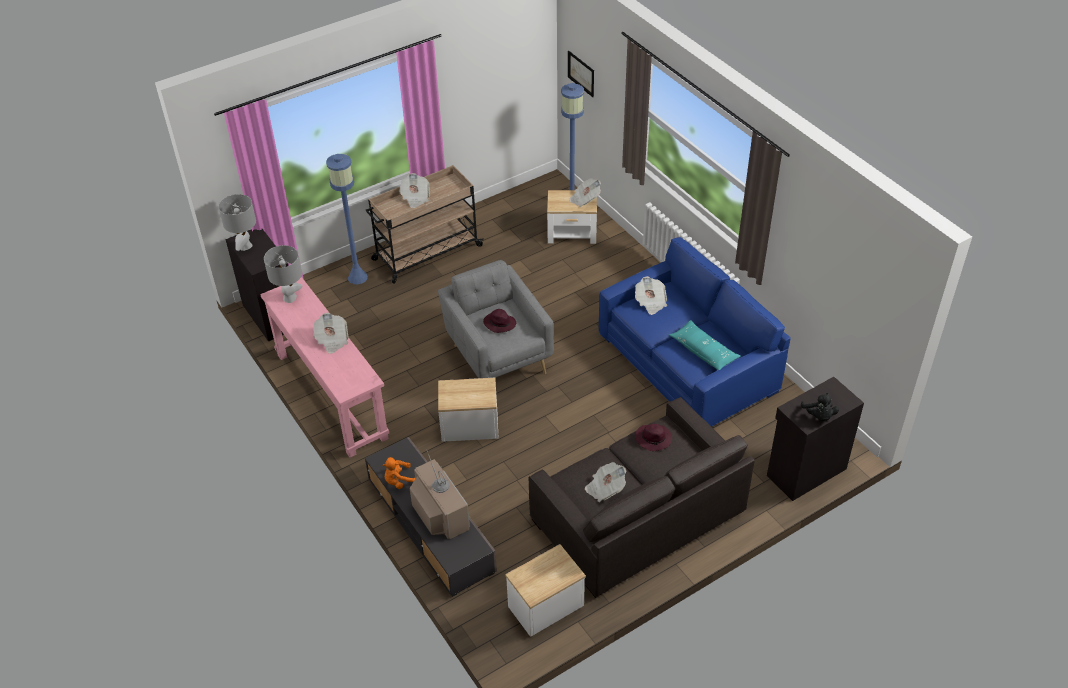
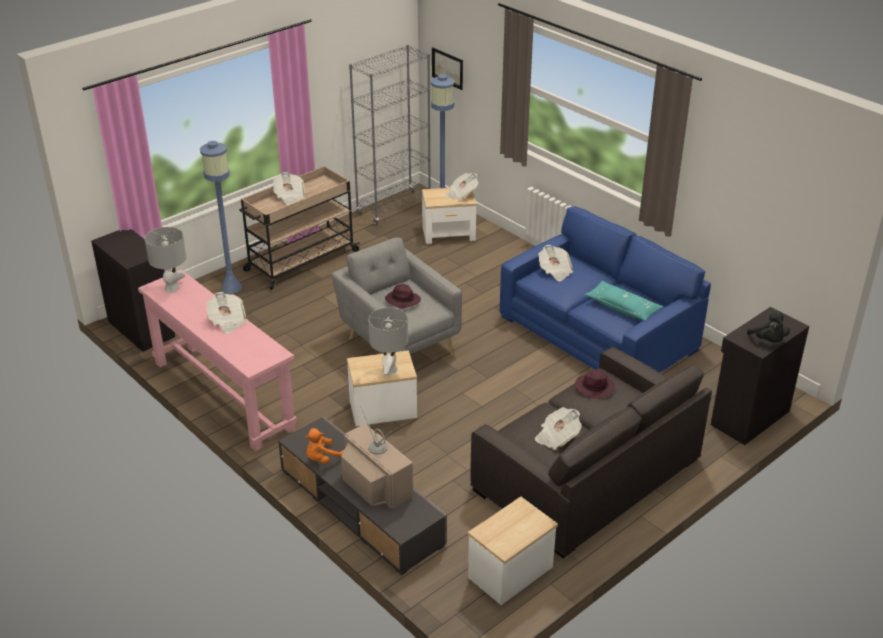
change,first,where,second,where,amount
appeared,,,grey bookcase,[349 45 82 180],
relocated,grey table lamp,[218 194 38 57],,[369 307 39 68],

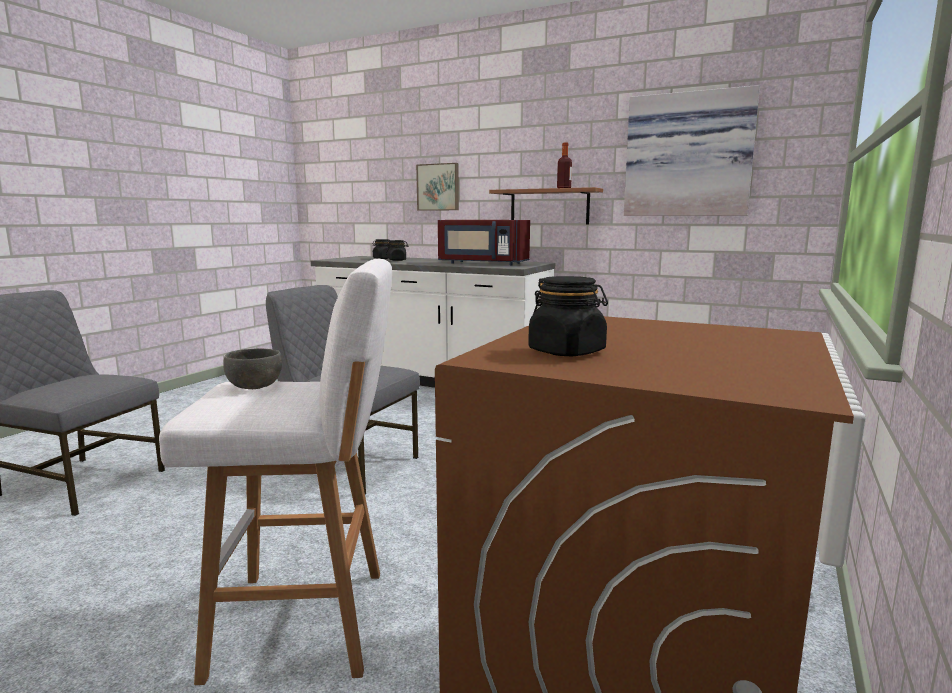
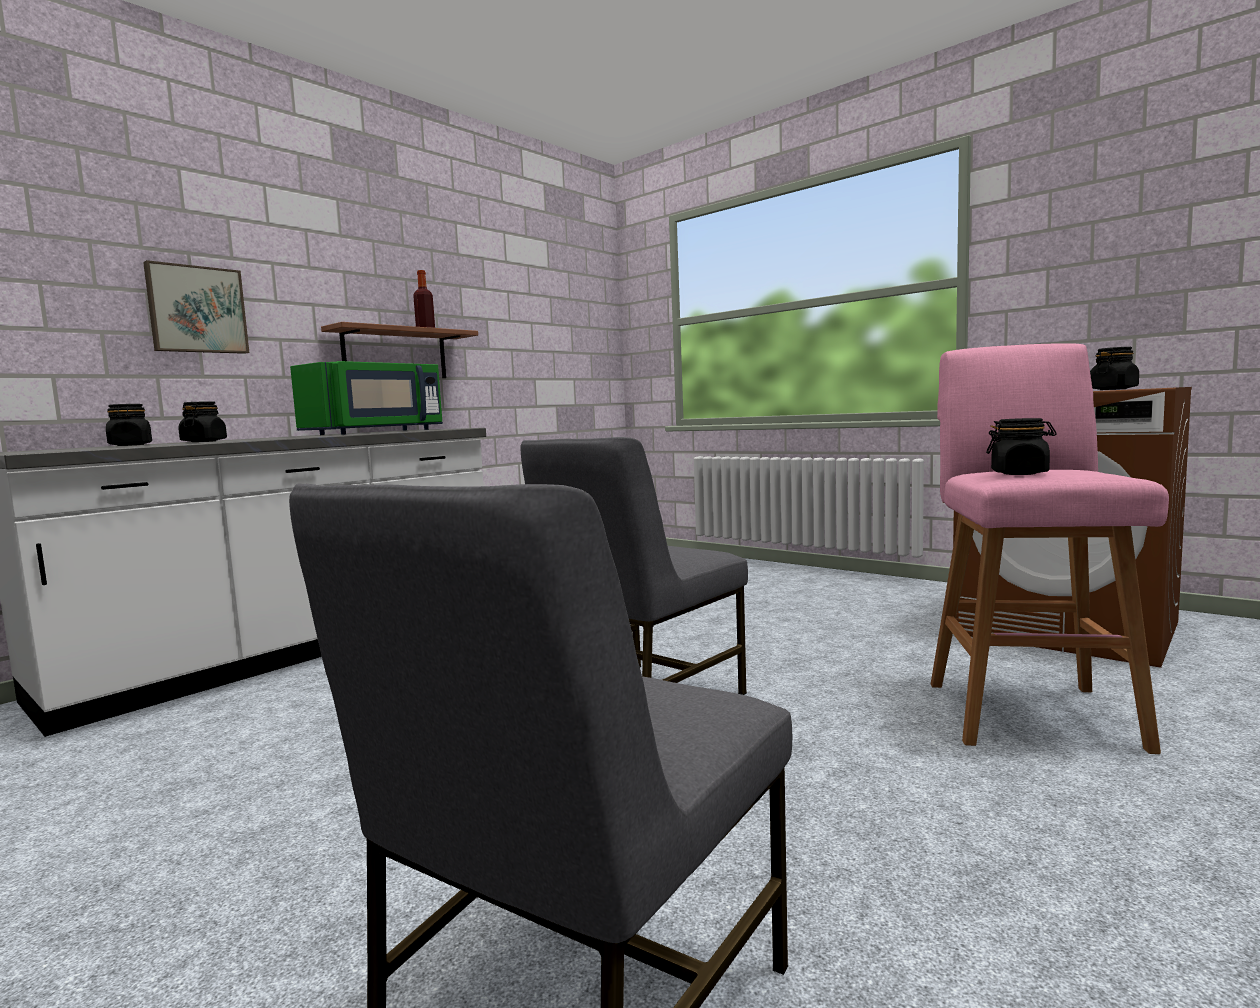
change,first,where,second,where,amount
colour,red microwave,[438 220 92 45],green microwave,[290 361 153 74],
colour,white stool,[159 259 233 426],pink stool,[931 343 238 411],
exchanged,grey bowl,[223 348 59 41],black jar,[986 418 71 57],
missing,picture,[624 85 136 131],,,

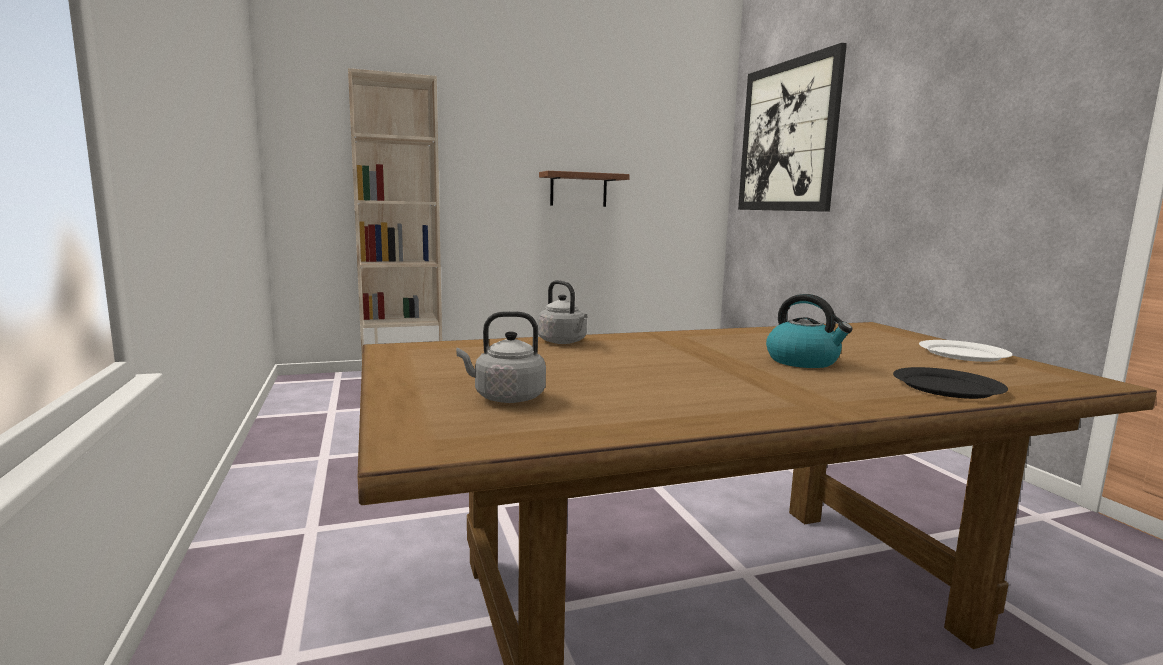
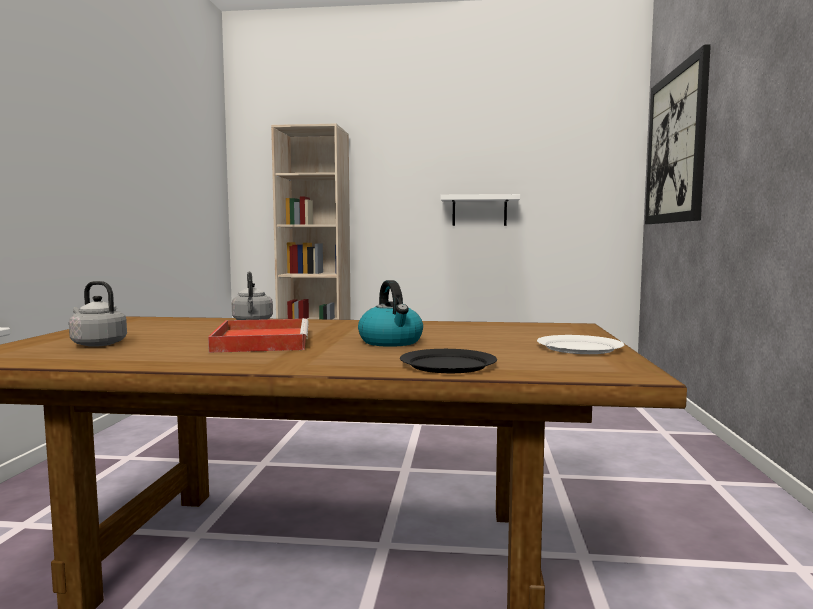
change,first,where,second,where,amount
appeared,,,red tray,[208 318 101 35],
colour,brown shelf,[539 171 91 36],white shelf,[441 194 80 32],

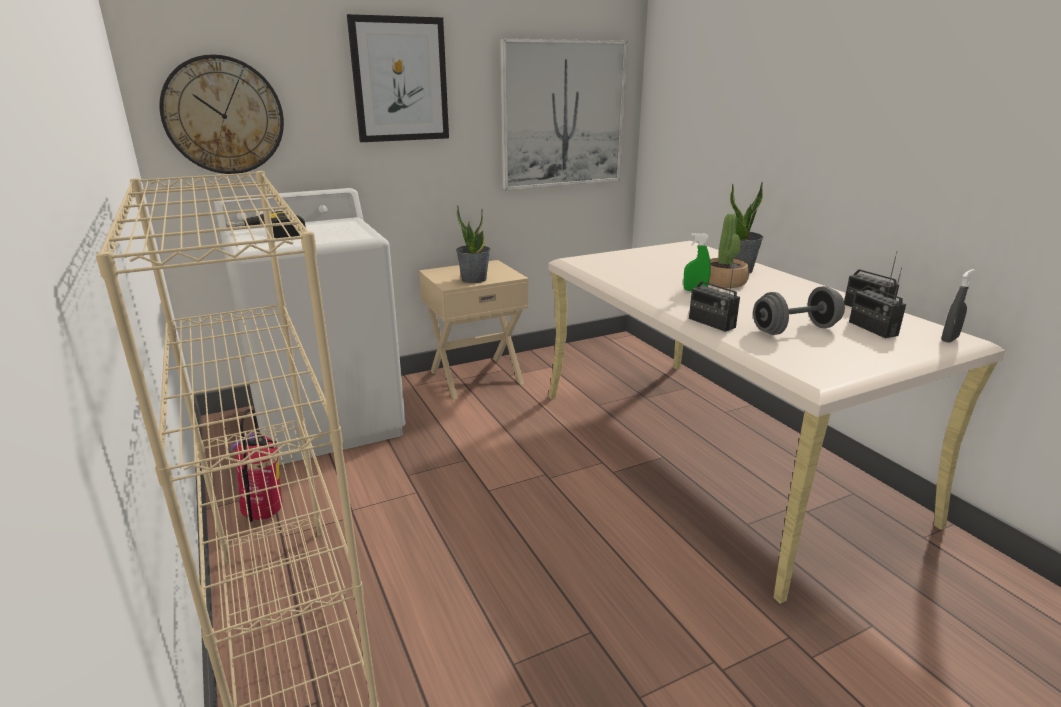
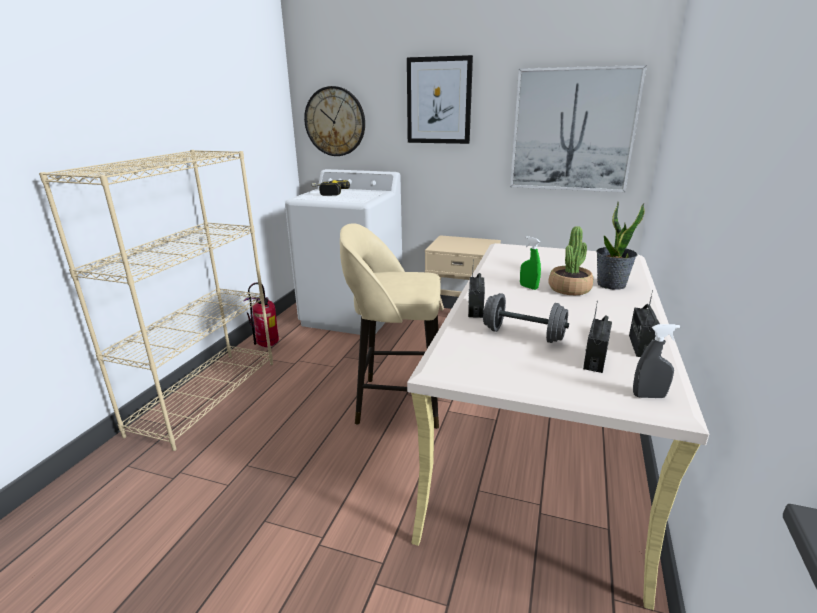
change,first,where,second,where,amount
appeared,,,beige stool,[340 223 101 206],
missing,potted plant,[456 205 34 78],,,

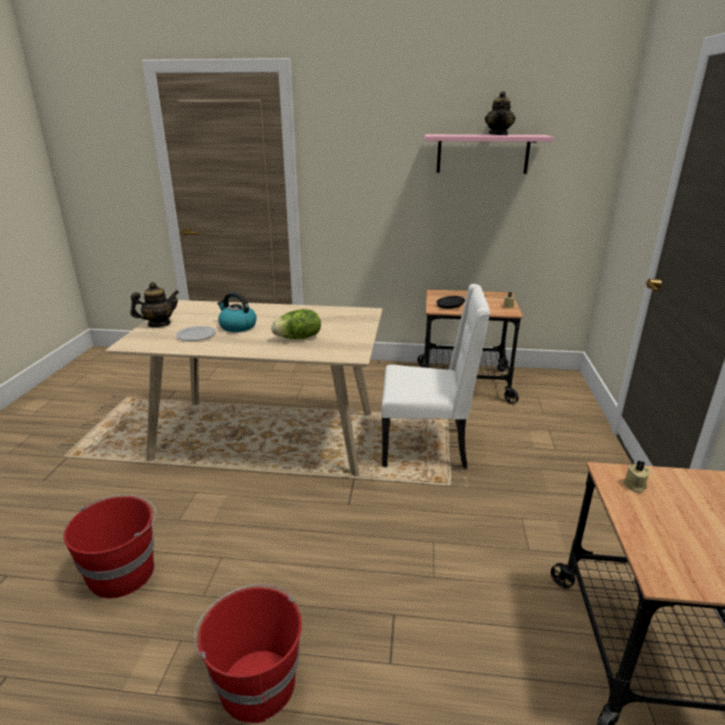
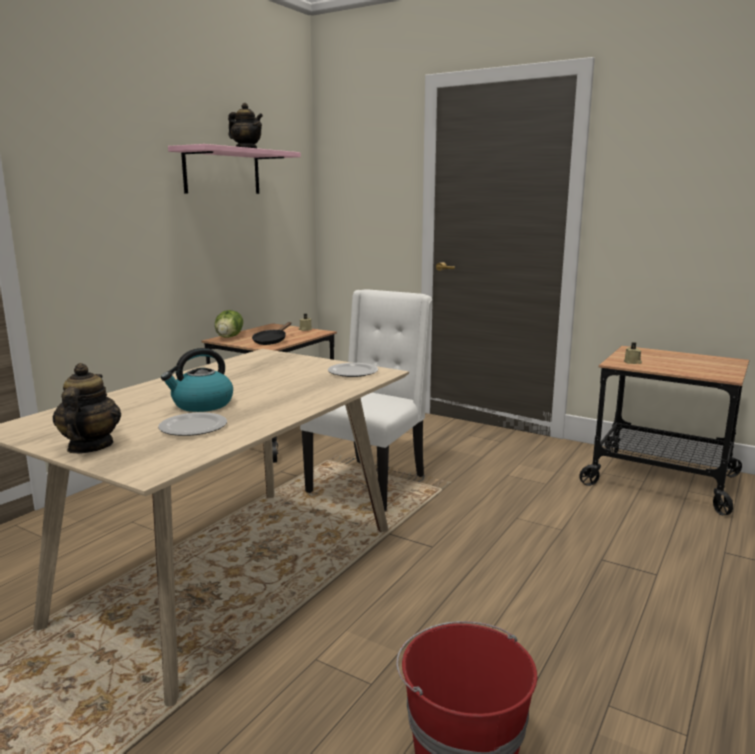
change,first,where,second,where,amount
relocated,lettuce,[271 309 50 30],,[215 310 28 28],
appeared,,,plate,[328 363 50 14],
missing,red bucket,[194 584 108 139],,,

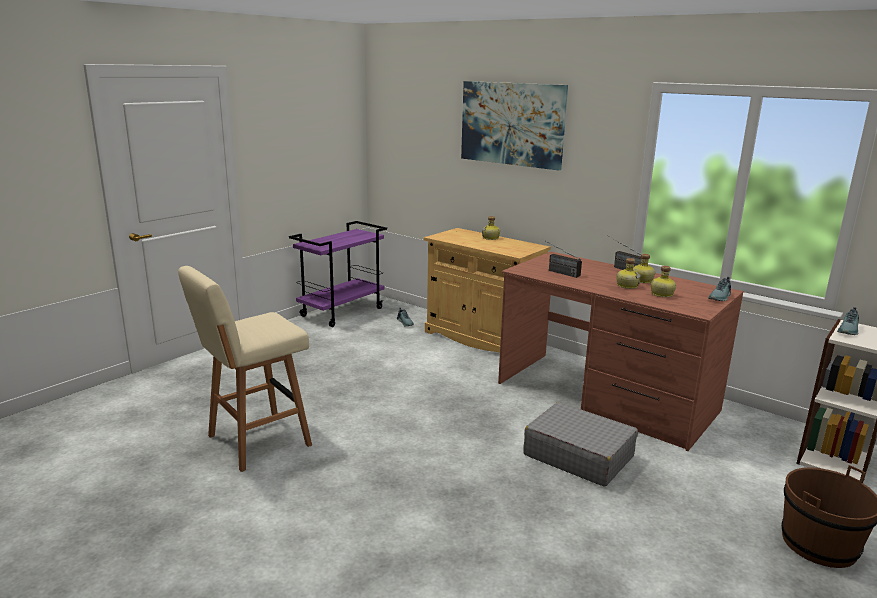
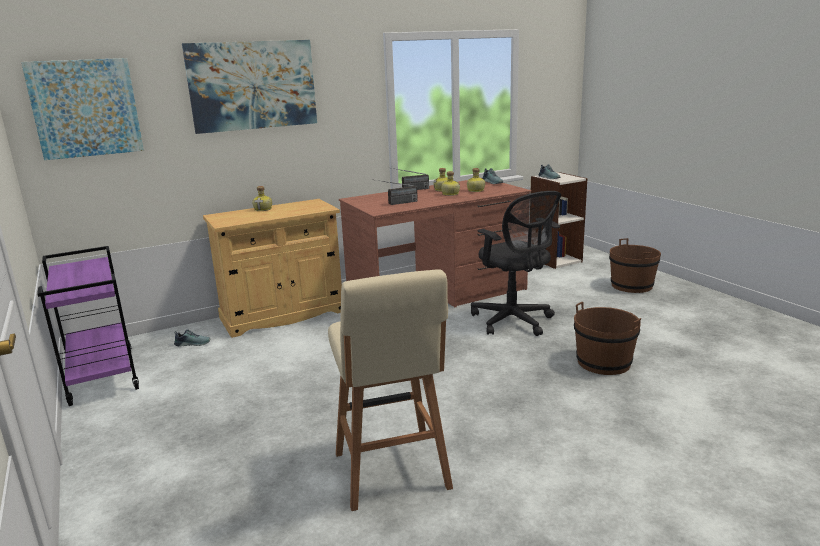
change,first,where,second,where,amount
appeared,,,picture,[21 58 123 102],
exchanged,grey suitcase,[523 402 115 85],black office chair,[471 191 90 145],
appeared,,,brown bucket,[574 302 67 73],

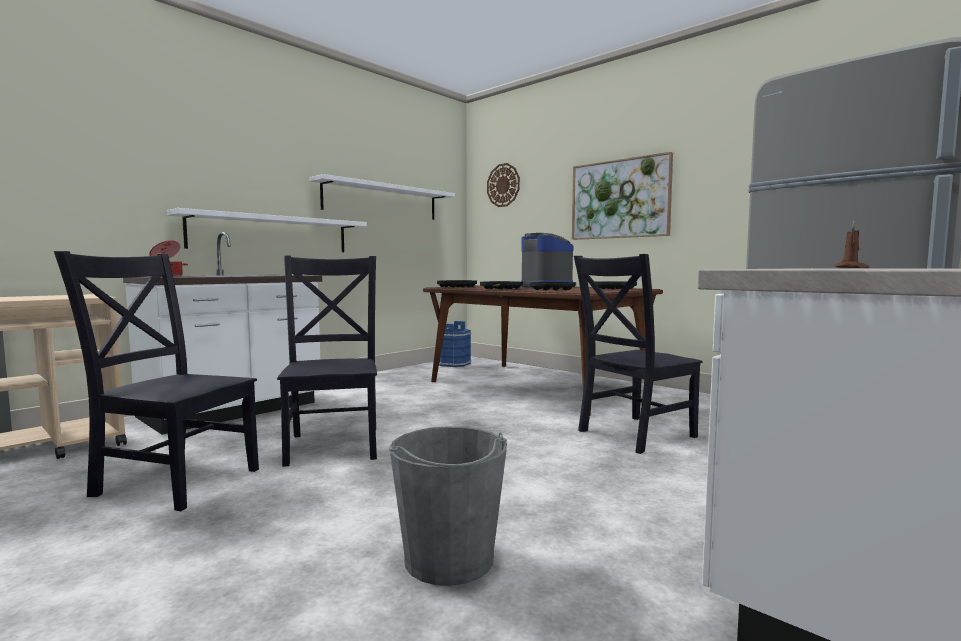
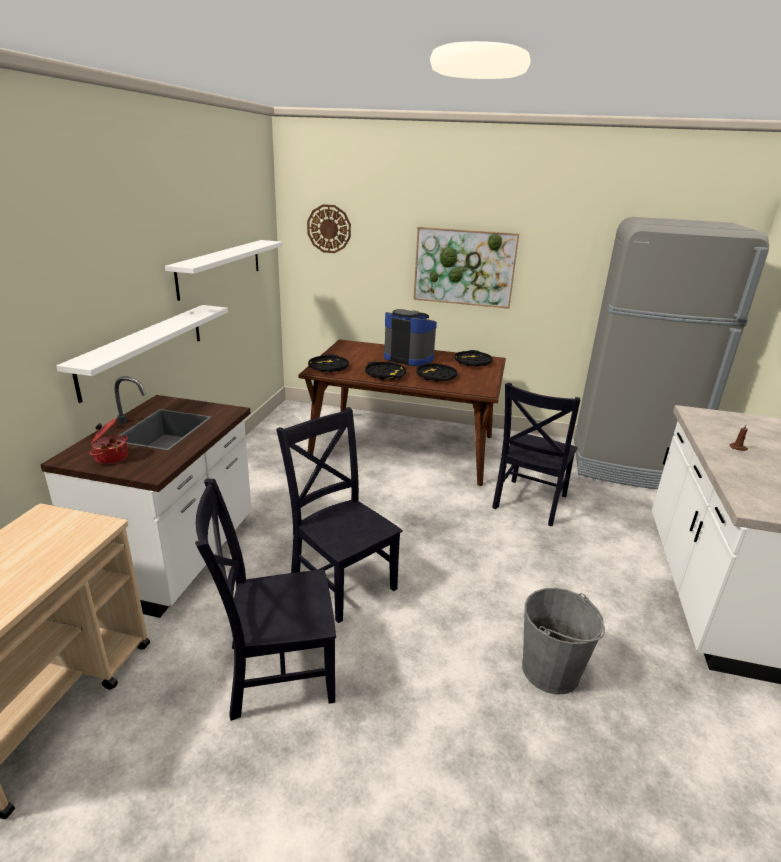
change,first,where,second,where,amount
missing,blue bucket,[436 321 35 46],,,

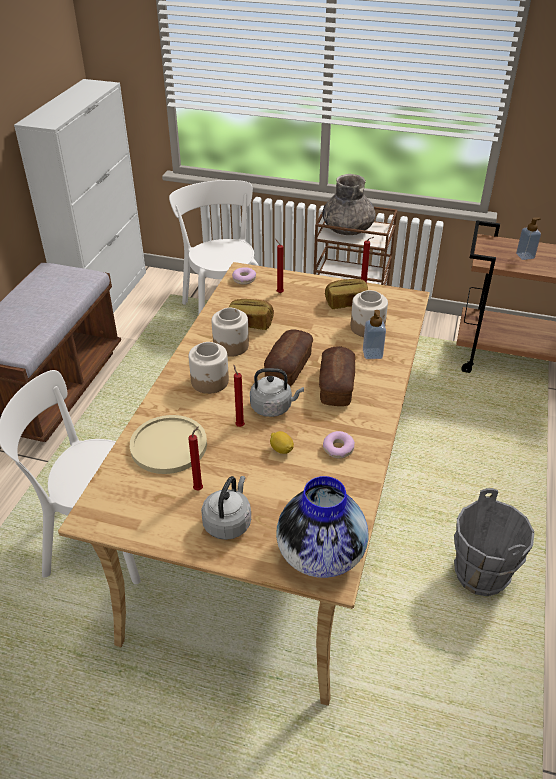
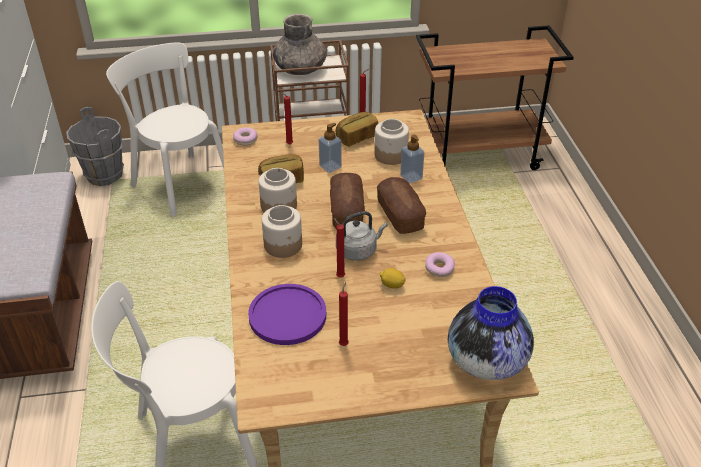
change,first,where,second,where,amount
relocated,grey bucket,[454 488 80 108],,[66 107 58 79],
colour,beige plate,[130 415 77 59],purple plate,[248 284 78 61],
relocated,soap dispenser,[516 218 25 42],,[319 123 23 50],
missing,grey kettle,[201 476 50 64],,,

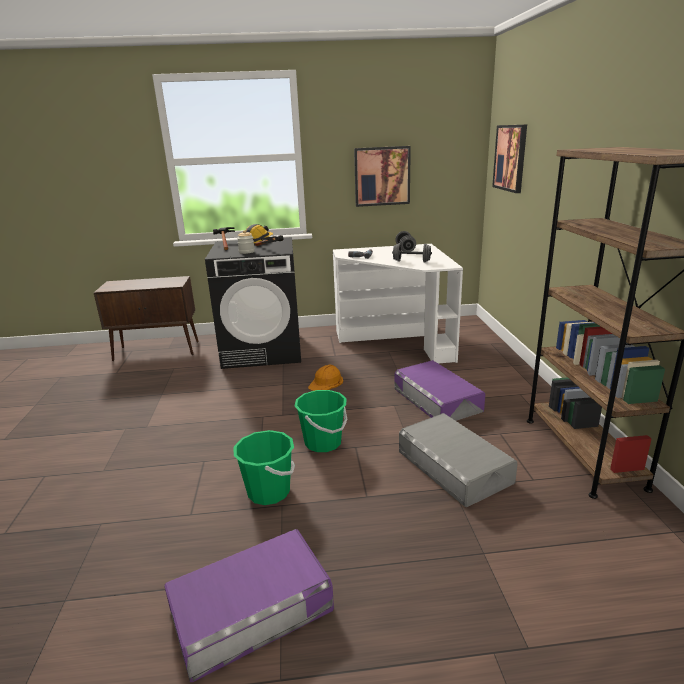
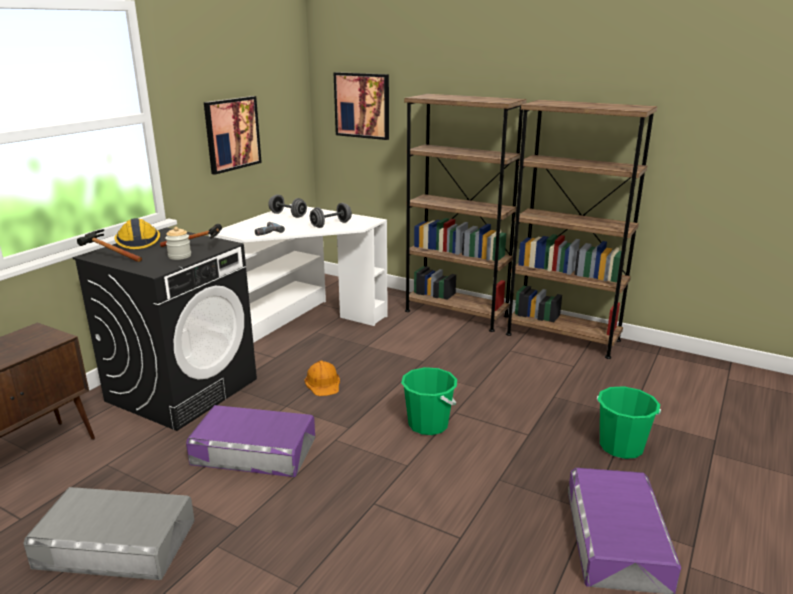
change,first,where,second,where,amount
relocated,grey storage box,[399 413 119 94],,[23 487 172 93],
relocated,purple storage box,[395 360 90 61],,[186 405 129 72],
appeared,,,brown bookcase,[404 94 123 238],
relocated,green bucket,[234 430 61 75],,[597 386 64 73],

